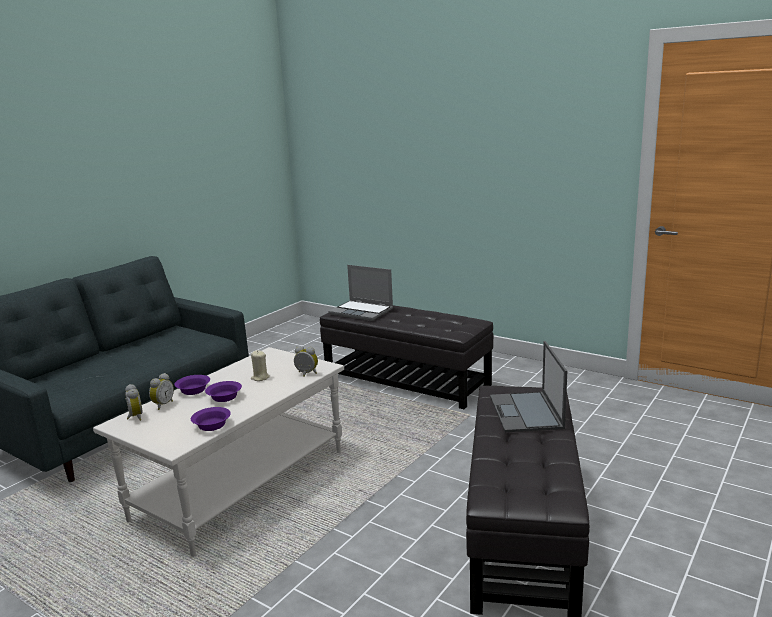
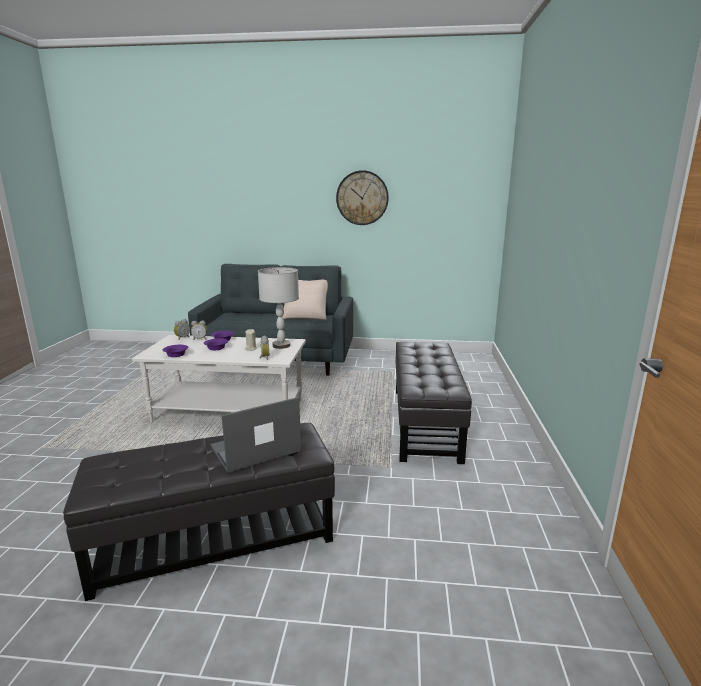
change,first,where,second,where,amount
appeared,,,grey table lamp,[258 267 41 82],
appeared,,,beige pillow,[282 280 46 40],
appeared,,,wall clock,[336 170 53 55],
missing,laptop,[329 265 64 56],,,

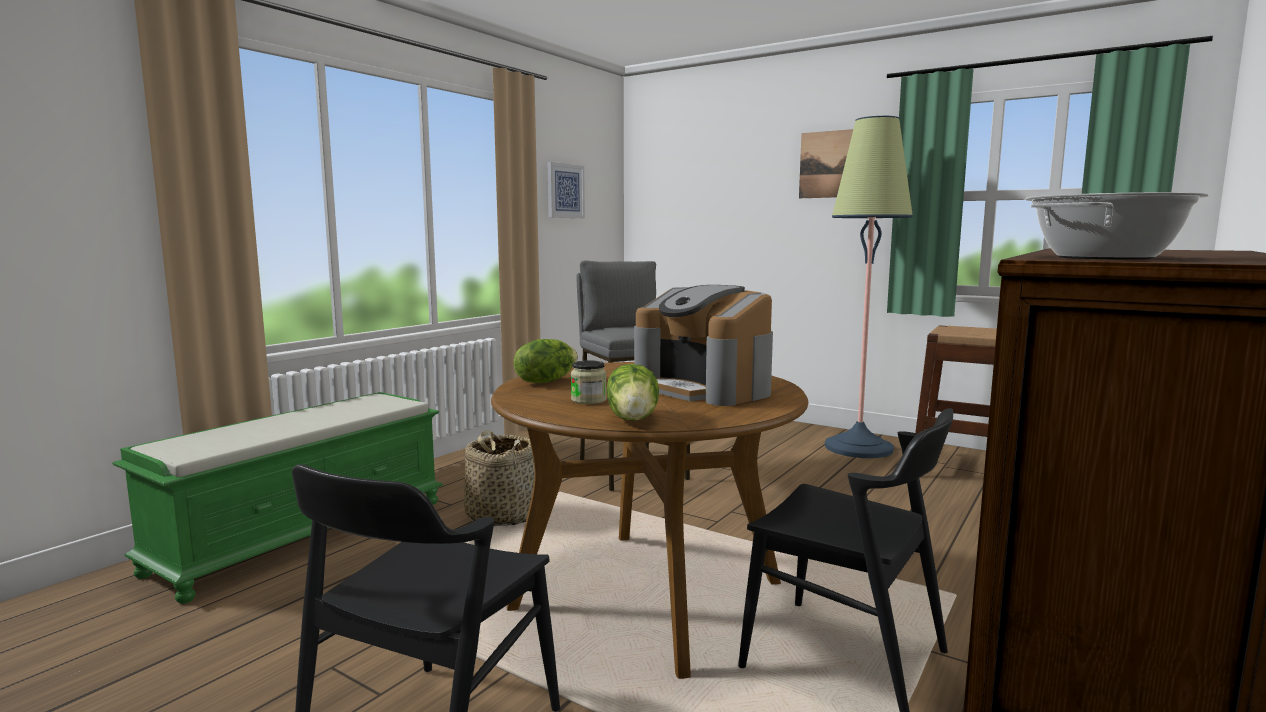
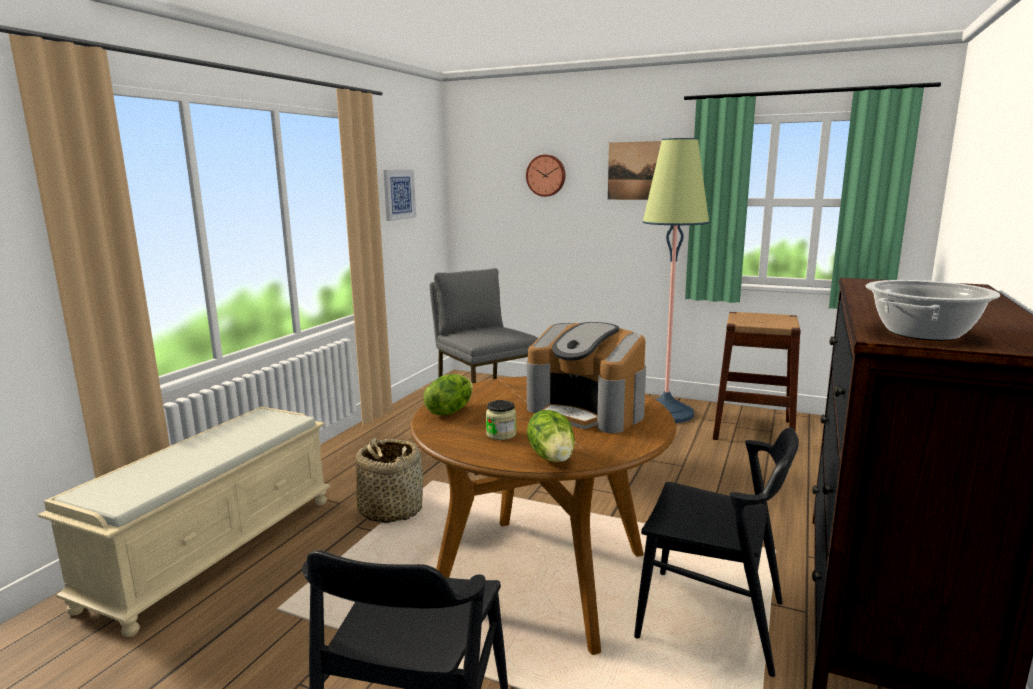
change,first,where,second,where,amount
colour,green bench,[112 392 331 212],beige bench,[38 406 293 231],
appeared,,,wall clock,[526 155 39 42],

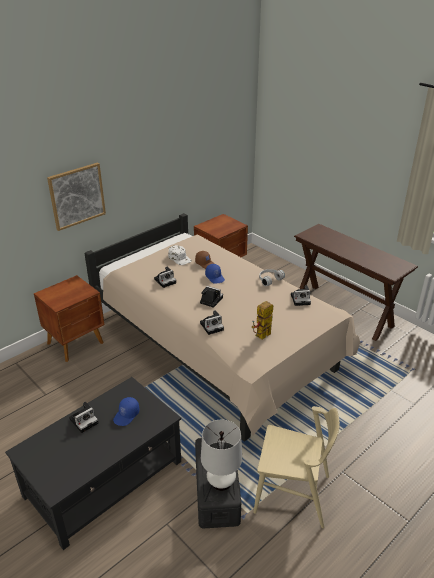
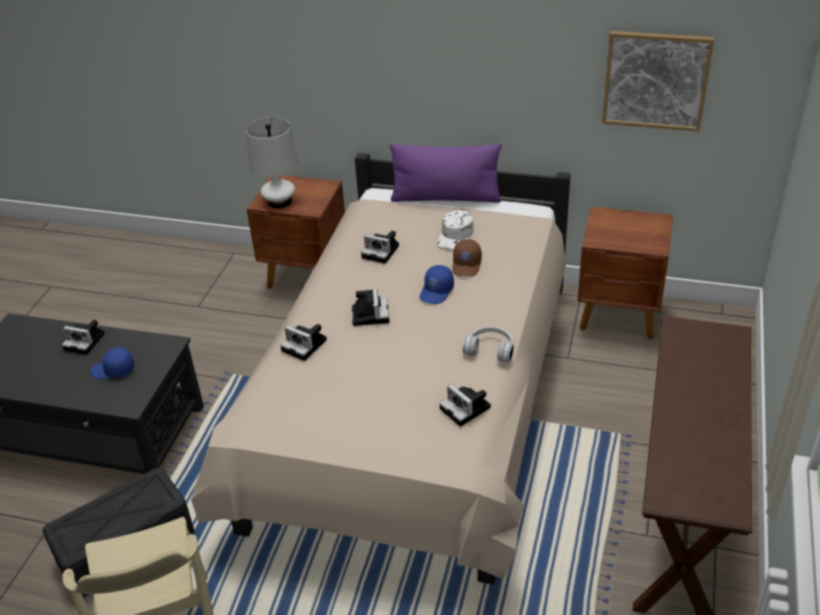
change,first,where,second,where,amount
relocated,white table lamp,[201 420 41 71],,[246 117 52 91],
appeared,,,purple pillow,[390 143 112 60],
relocated,picture,[47 163 59 68],,[602 31 112 101],
missing,toy robot,[252 301 21 38],,,

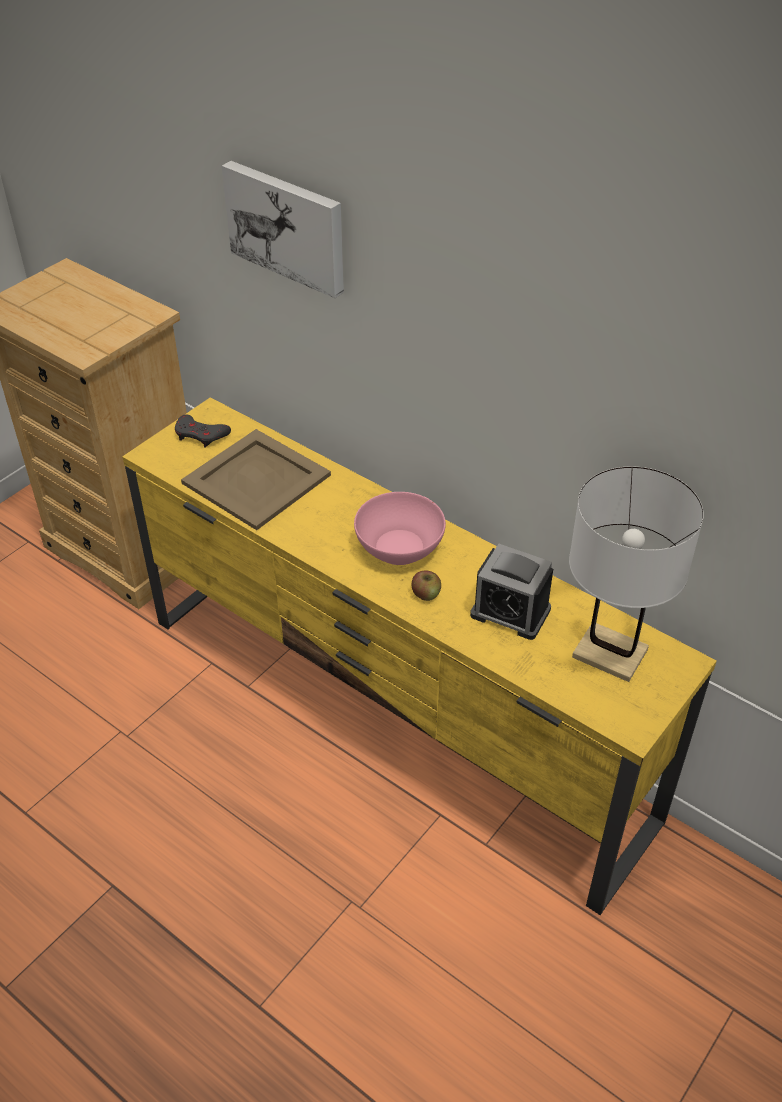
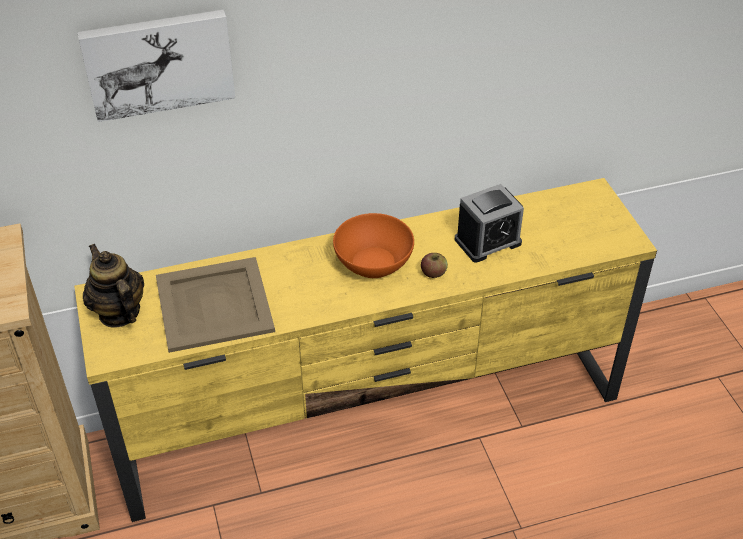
change,first,where,second,where,amount
exchanged,grey game controller,[175 414 56 34],teapot,[83 244 61 84],
colour,pink bowl,[354 492 92 73],orange bowl,[333 213 81 65],
missing,white table lamp,[569 466 135 216],,,

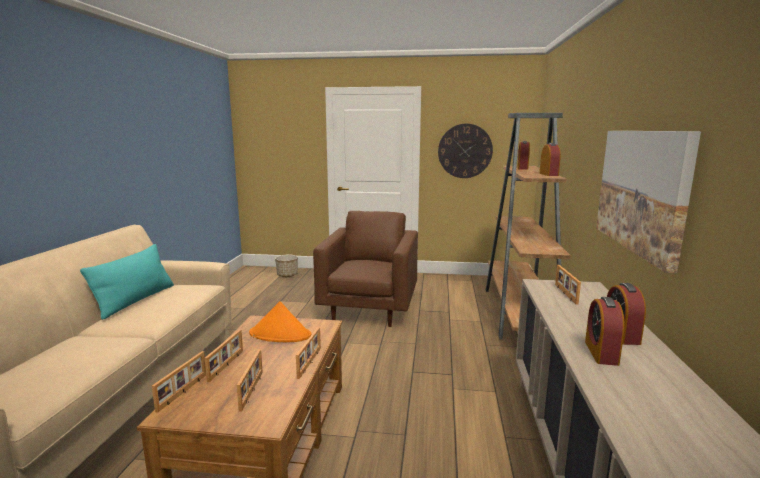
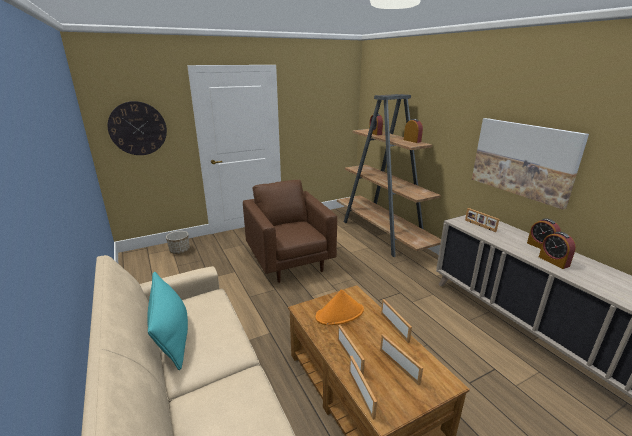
change,first,where,second,where,amount
relocated,wall clock,[438 124 55 54],,[108 101 59 54],

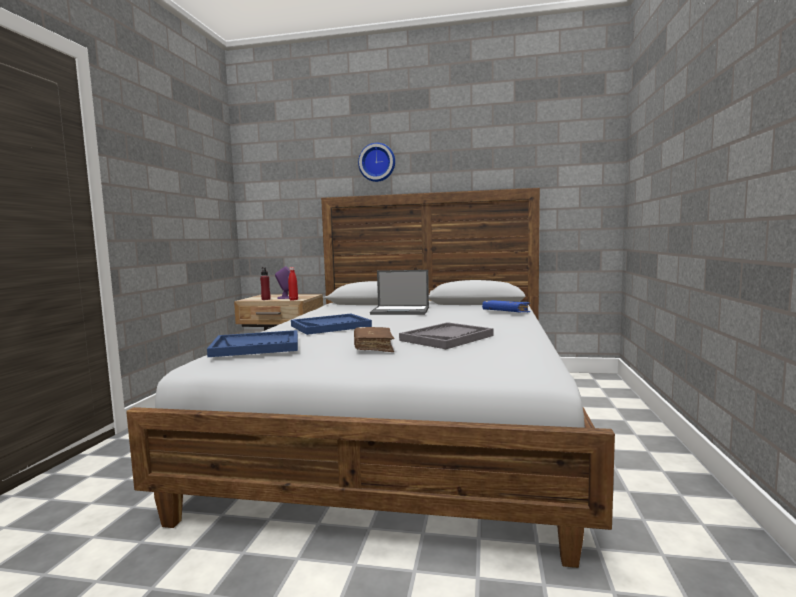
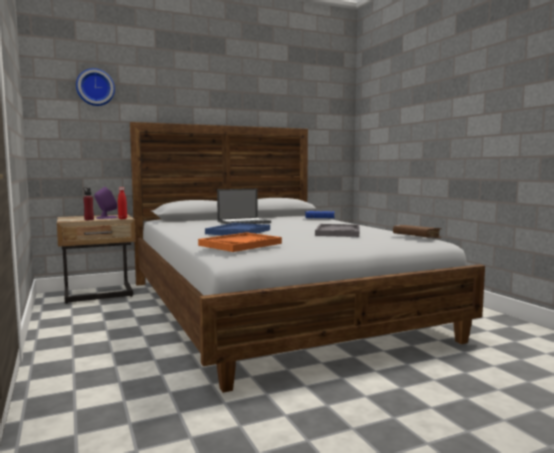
change,first,where,second,where,amount
relocated,wall clock,[358 143 37 39],,[76 68 39 38],
colour,blue tray,[207 330 91 27],orange tray,[198 232 84 20],
relocated,brown book,[354 327 40 25],,[393 225 49 13],

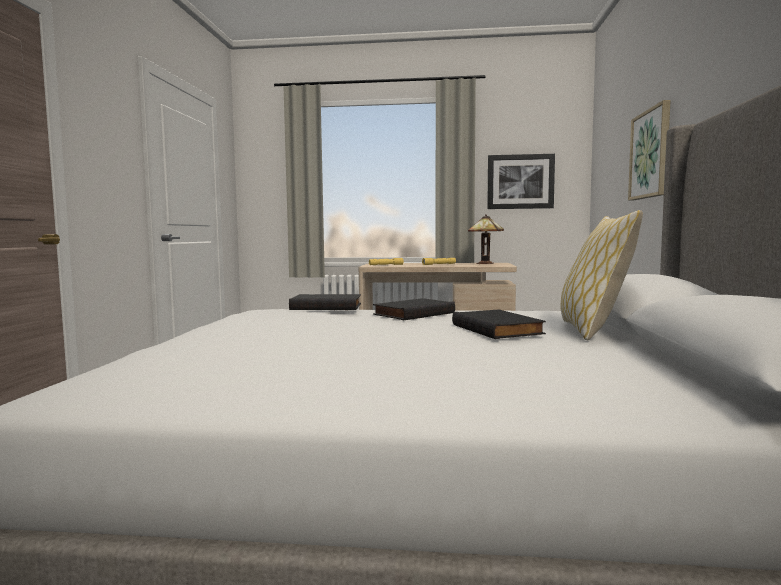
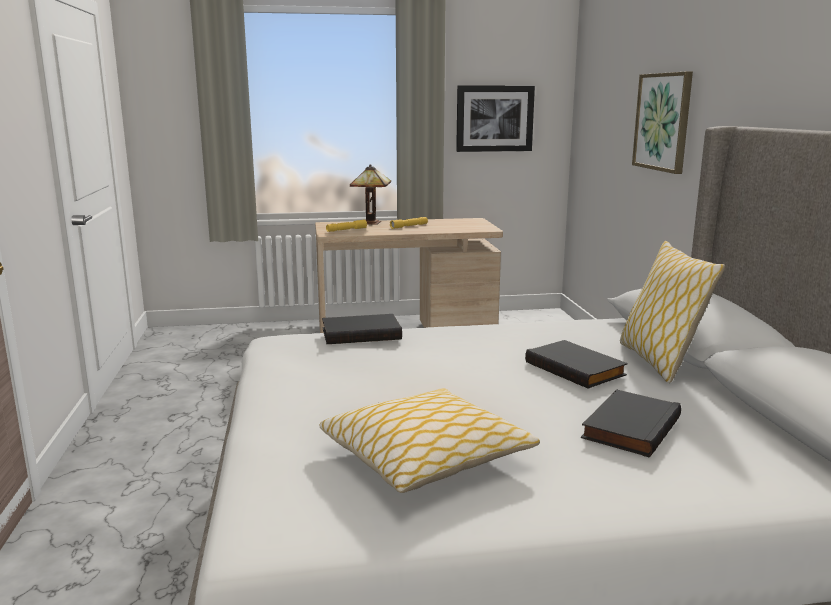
change,first,where,second,where,amount
appeared,,,pillow,[320 388 220 105],
relocated,table lamp,[468 214 36 50],,[350 164 41 61],
relocated,black book,[373 298 82 22],,[581 390 100 68],

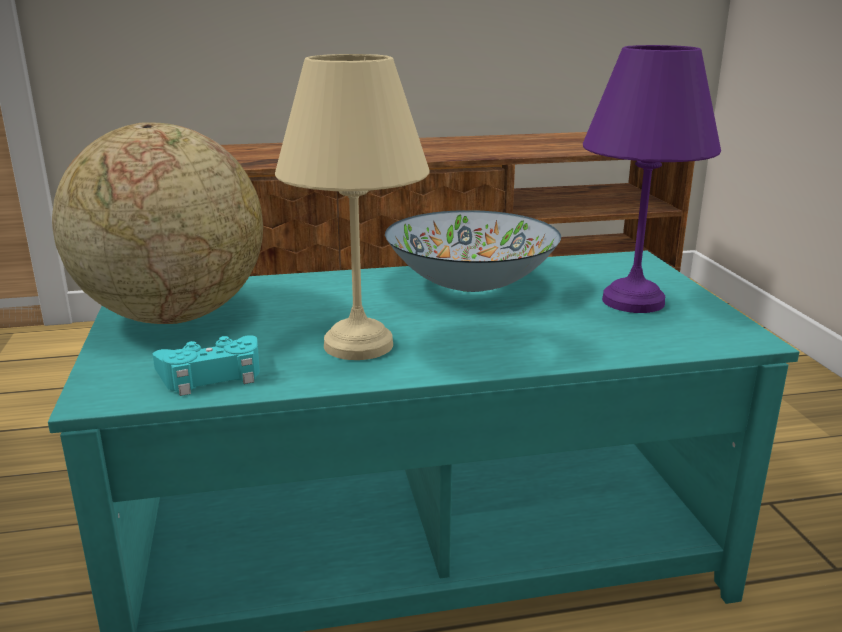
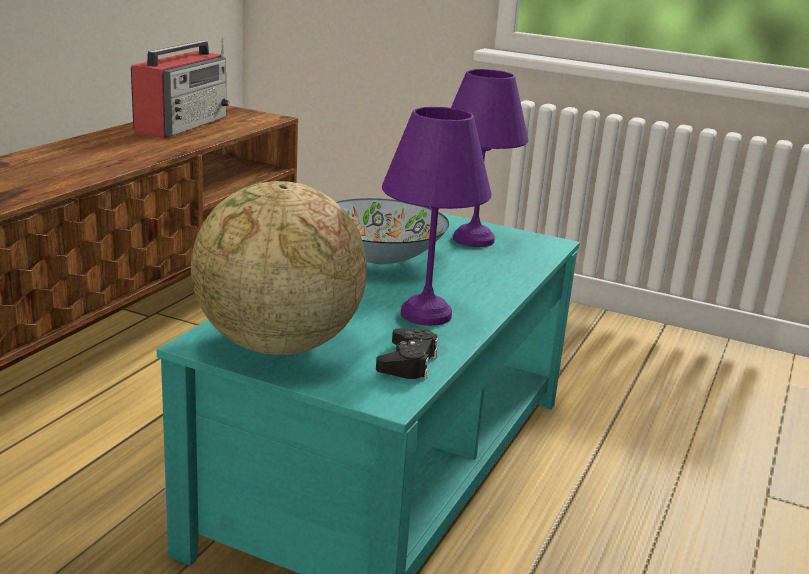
change,first,where,second,where,amount
appeared,,,radio,[131 38 99 101],
colour,turquoise game controller,[153 335 107 61],black game controller,[376 328 62 51],
colour,beige table lamp,[275 54 155 306],purple table lamp,[382 107 110 219],

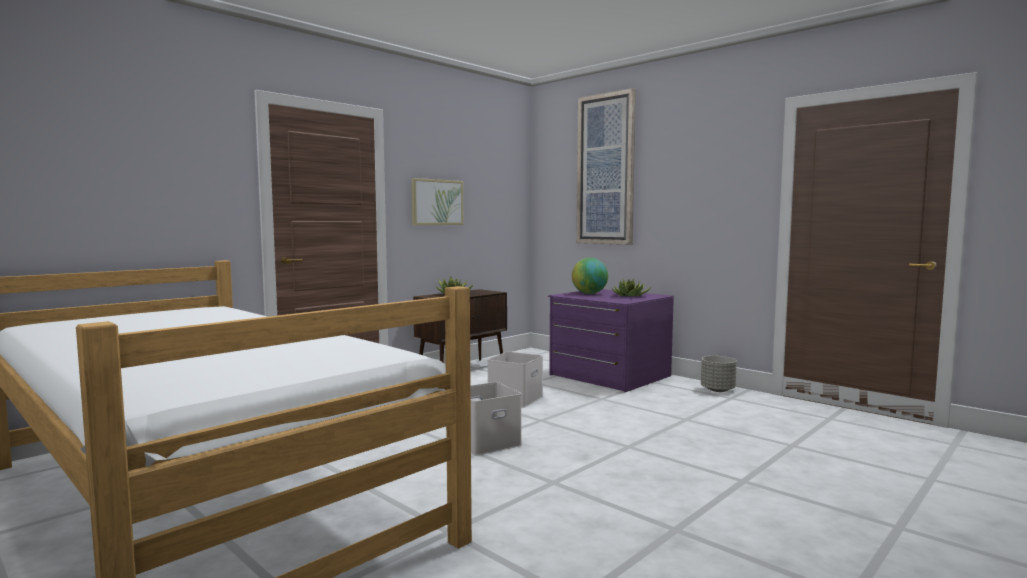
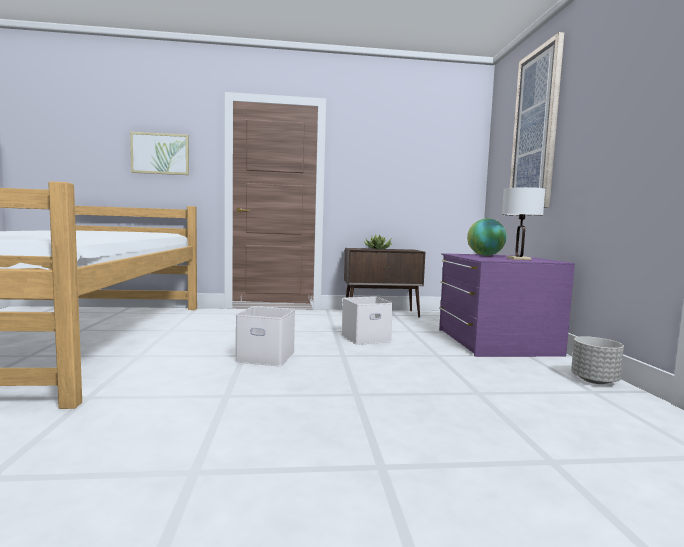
change,first,where,second,where,amount
relocated,picture,[411 178 53 47],,[130 132 59 43],
exchanged,potted plant,[612 278 39 18],white table lamp,[502 187 43 73],

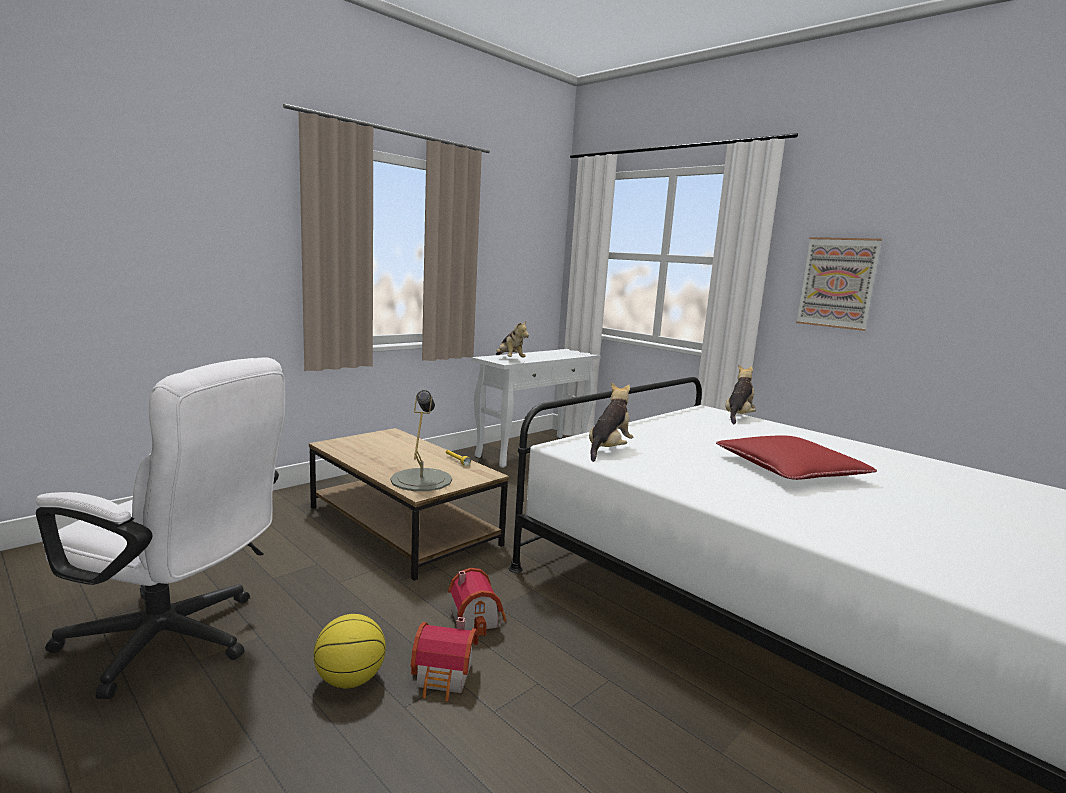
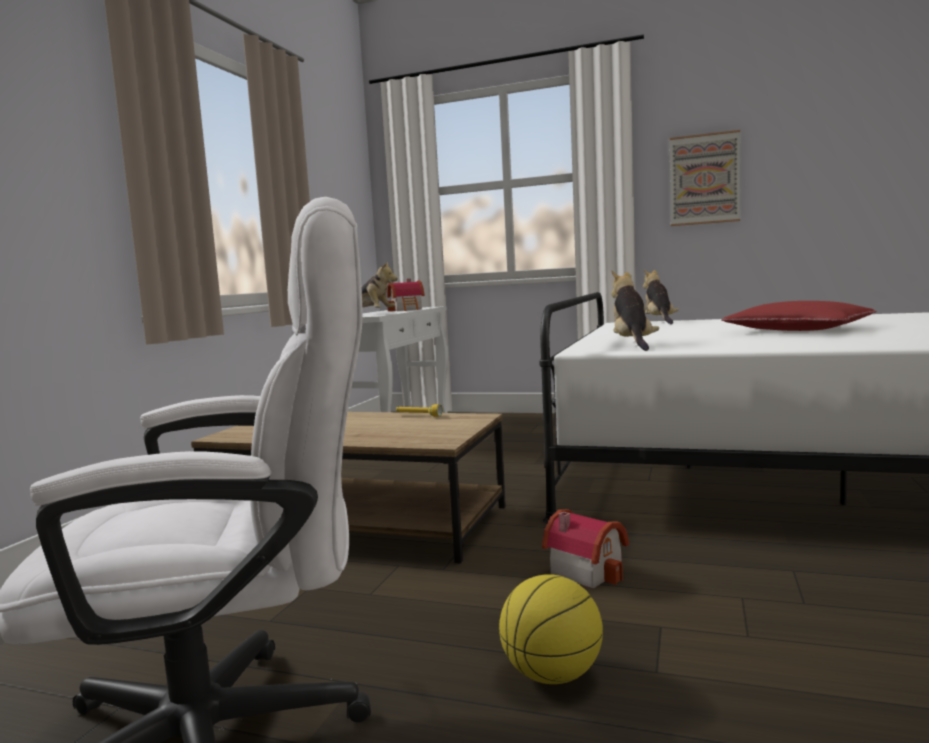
change,first,where,second,where,amount
relocated,toy house,[410 617 68 85],,[387 279 37 32],
missing,grey table lamp,[390 390 62 101],,,

